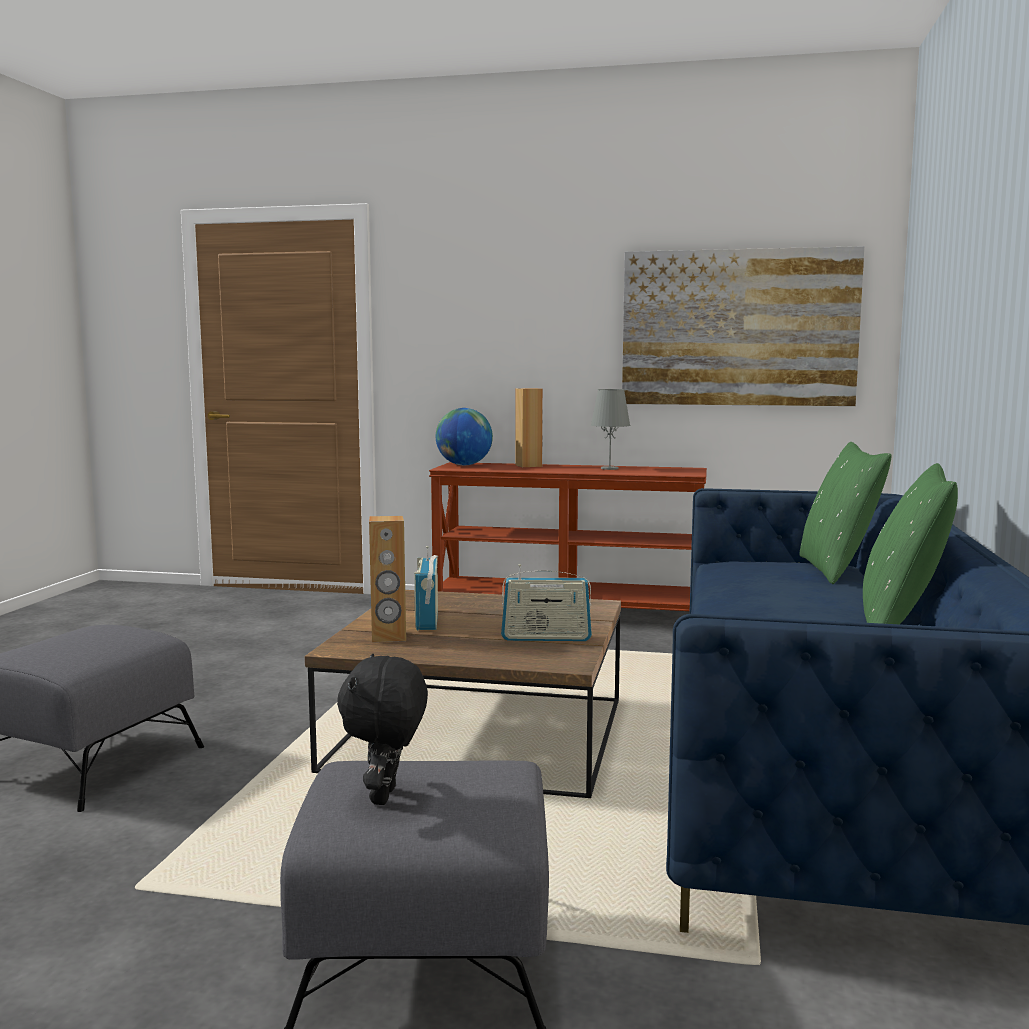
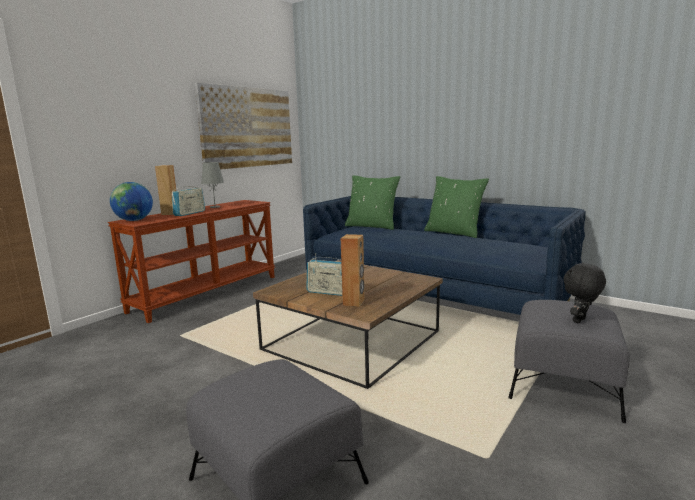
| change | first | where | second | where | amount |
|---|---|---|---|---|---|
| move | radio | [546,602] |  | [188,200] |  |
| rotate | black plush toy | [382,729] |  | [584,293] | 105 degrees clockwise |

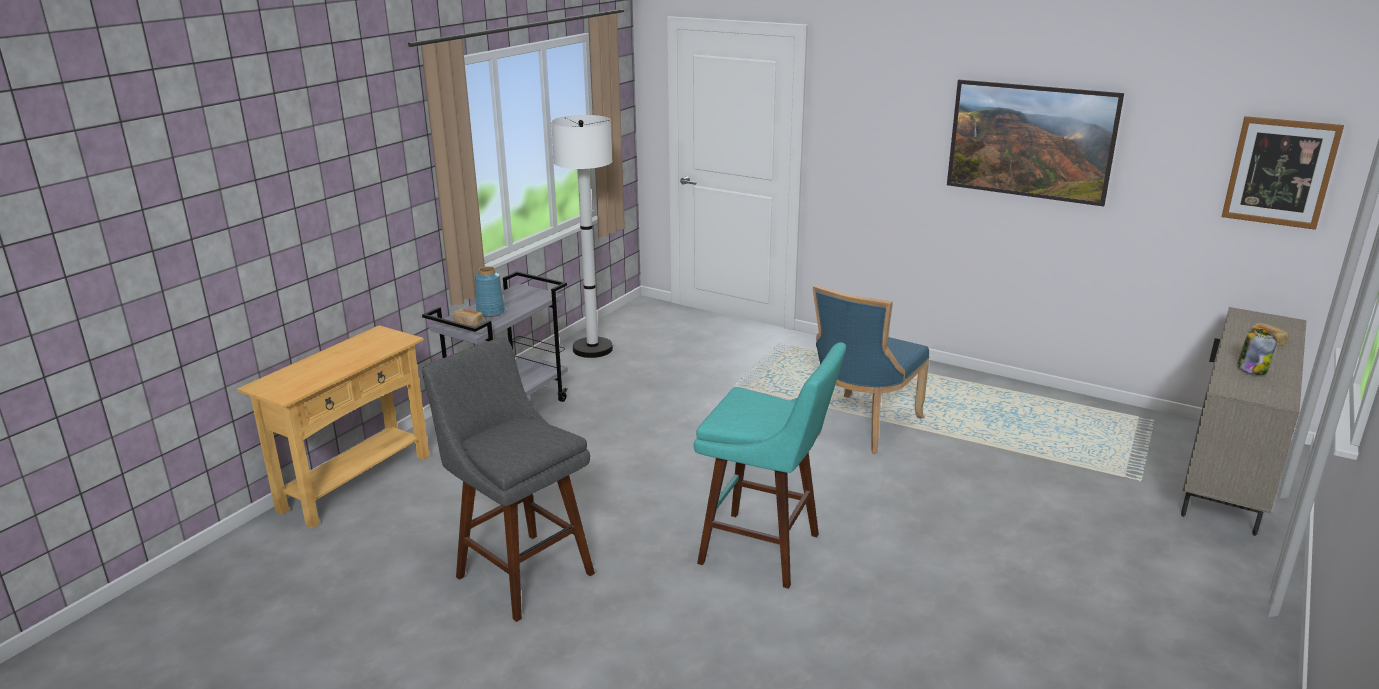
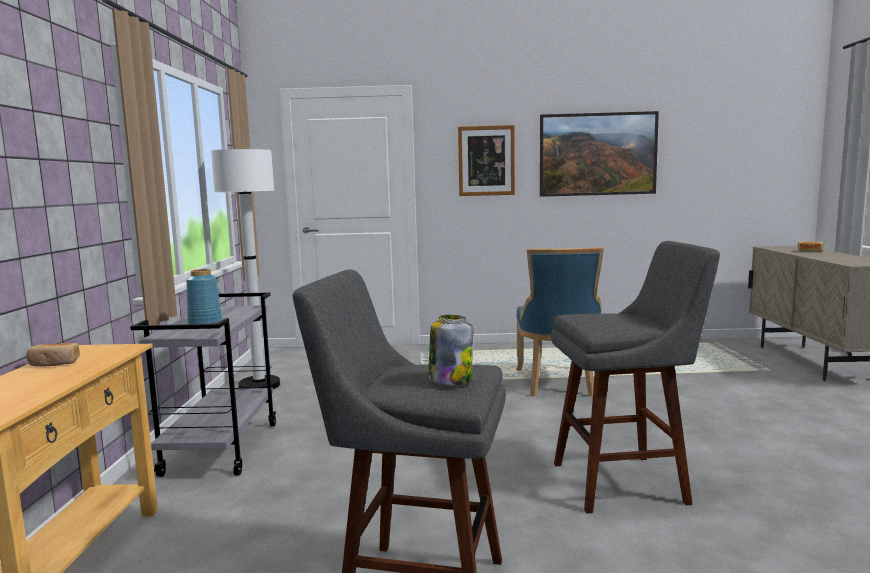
| change | first | where | second | where | amount |
|---|---|---|---|---|---|
| move | picture | [1283,173] |  | [486,160] |  |
| move | bread | [468,317] |  | [53,355] |  |
| move | jar | [1257,352] |  | [451,350] |  |
| recolor | turquoise stool | [770,465] | grey stool | [635,377] |  |

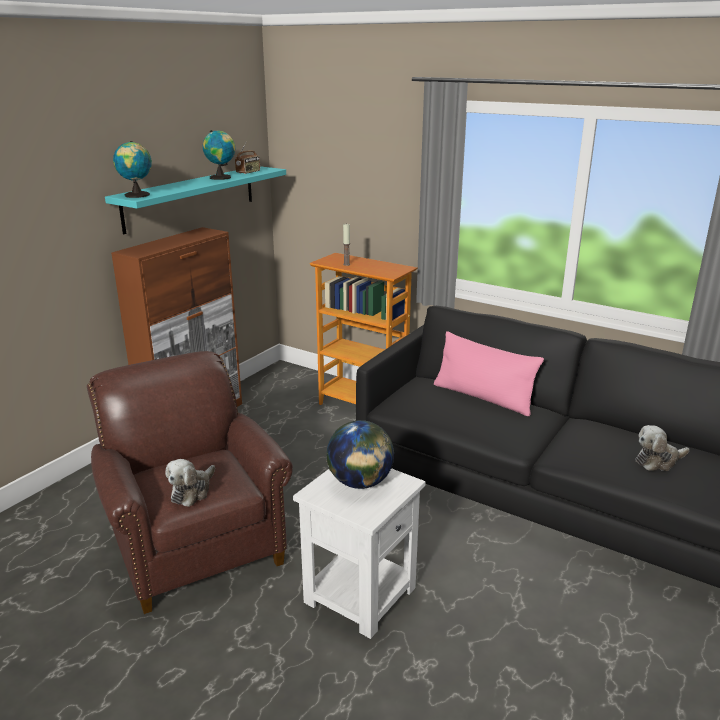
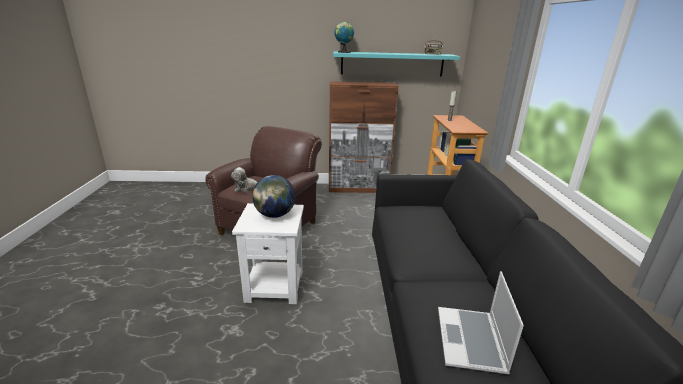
| change | first | where | second | where | amount |
|---|---|---|---|---|---|
| delete | globe | [219,155] |  |  |  |
| delete | pink pillow | [489,373] |  |  |  |
| replace | plush toy | [662,448] | laptop | [481,323] |  |

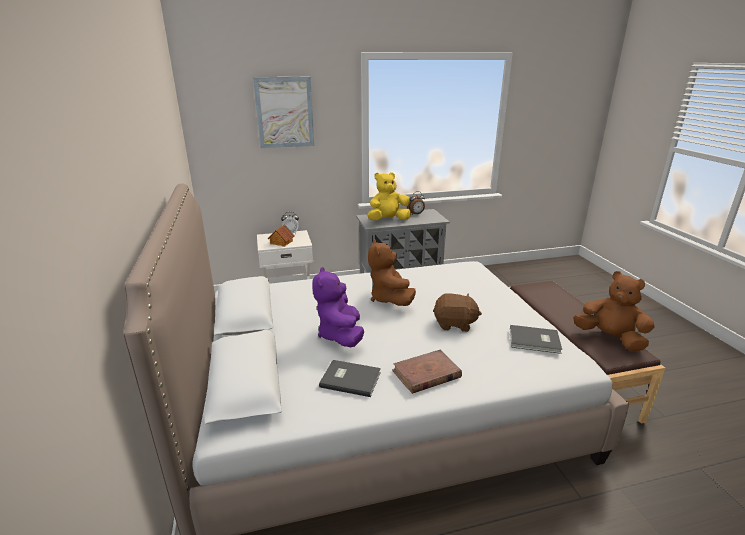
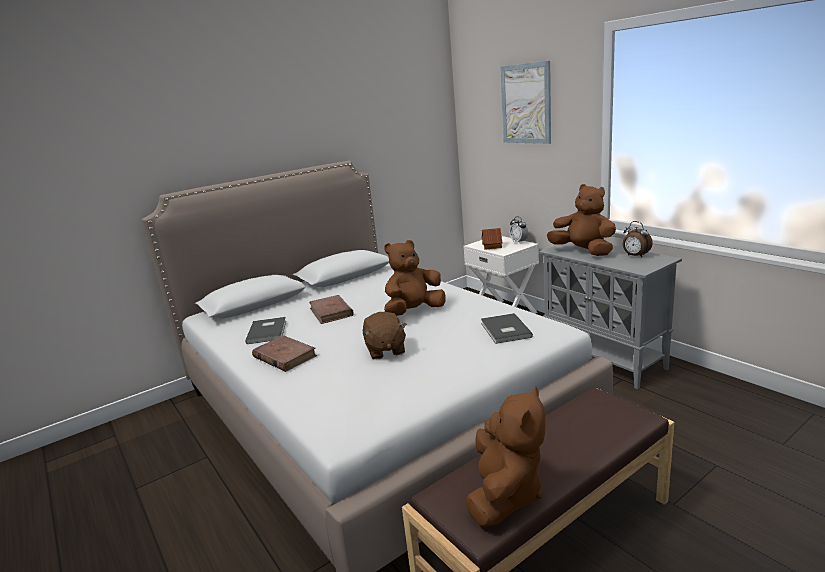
| change | first | where | second | where | amount |
|---|---|---|---|---|---|
| recolor | yellow plush toy | [389,196] | brown plush toy | [581,220] |  |
| replace | purple plush toy | [338,307] | brown book | [331,309] |  |
| move | grey book | [536,339] |  | [507,328] |  |

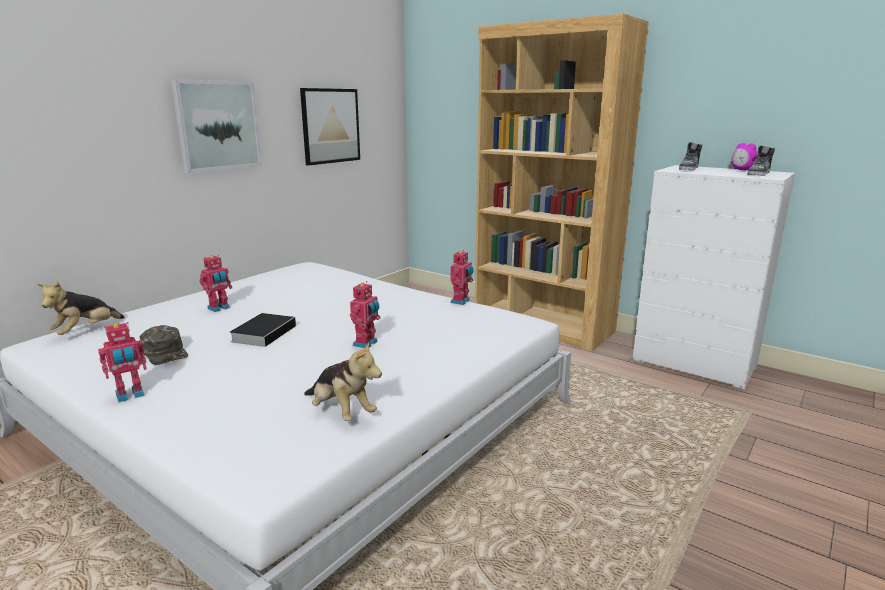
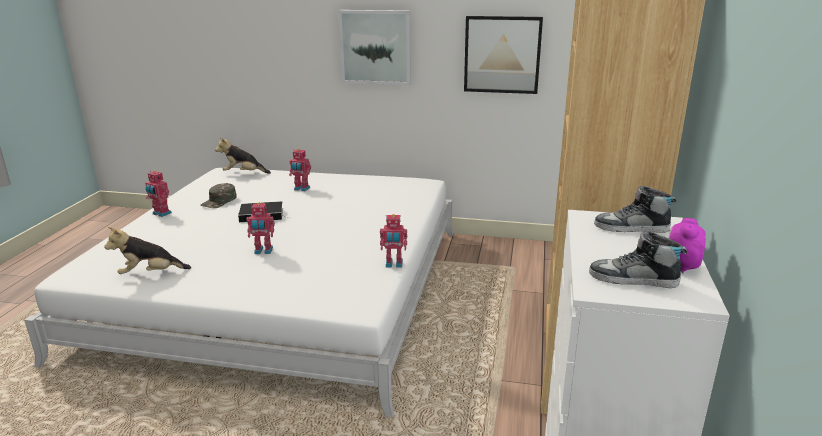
| change | first | where | second | where | amount |
|---|---|---|---|---|---|
| rotate | plush toy | [343,381] |  | [147,250] | 60 degrees clockwise |

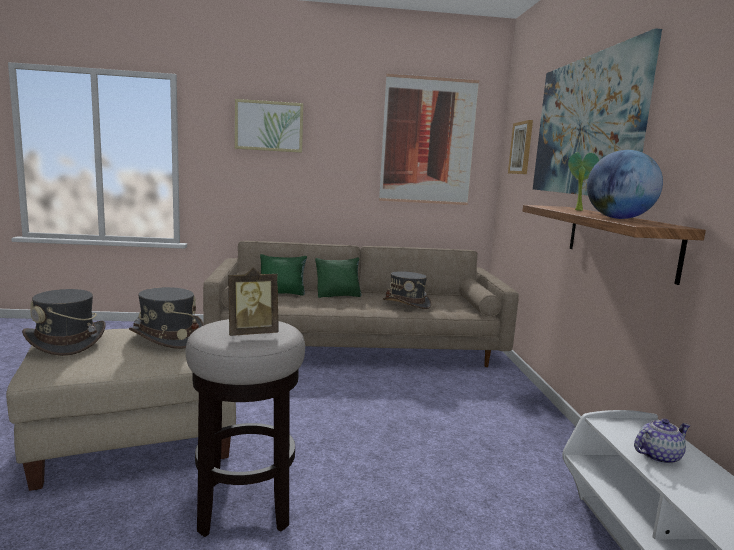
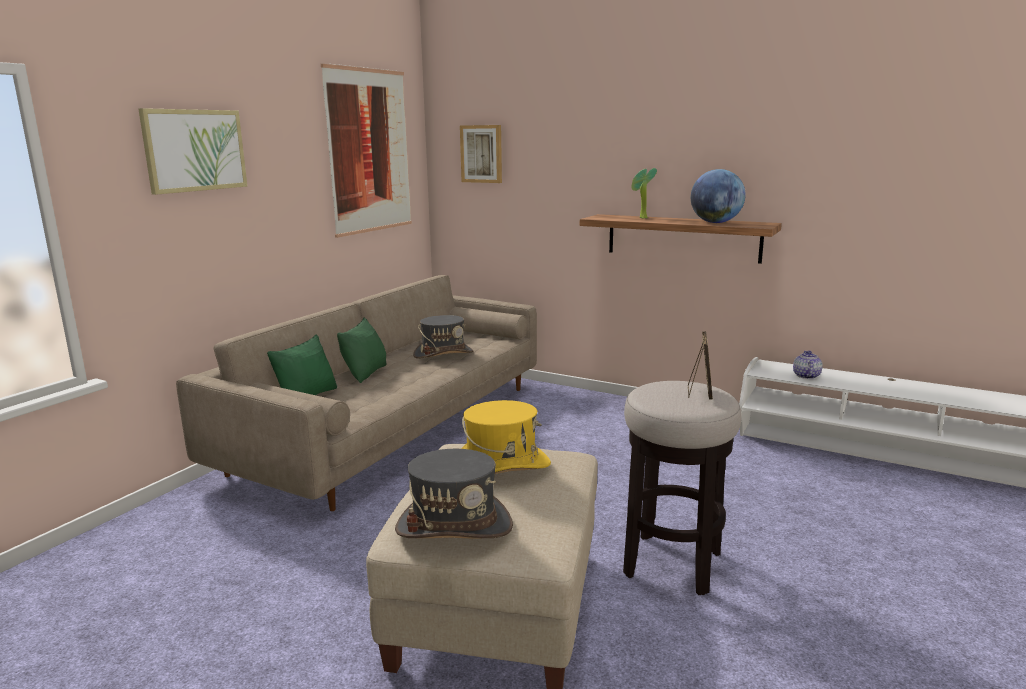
| change | first | where | second | where | amount |
|---|---|---|---|---|---|
| delete | picture | [597,112] |  |  |  |
| recolor | grey hat | [166,318] | yellow hat | [506,437] |  |

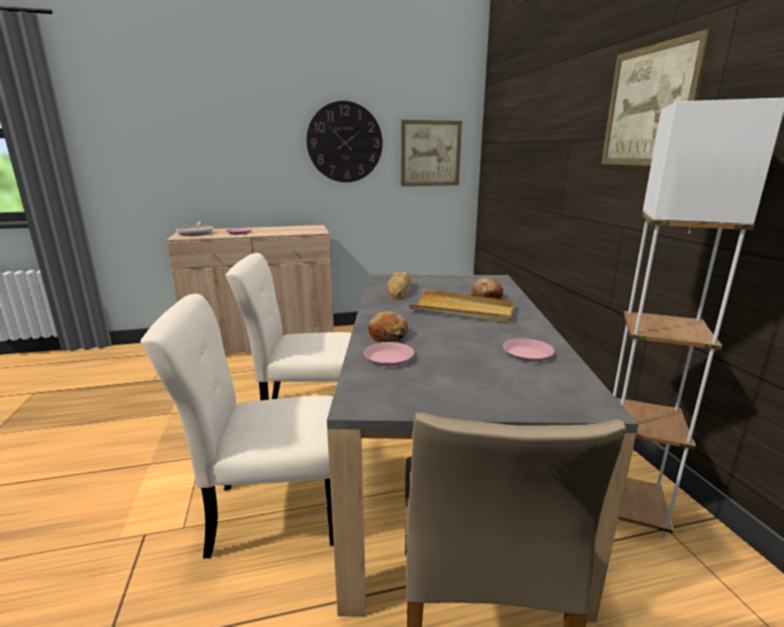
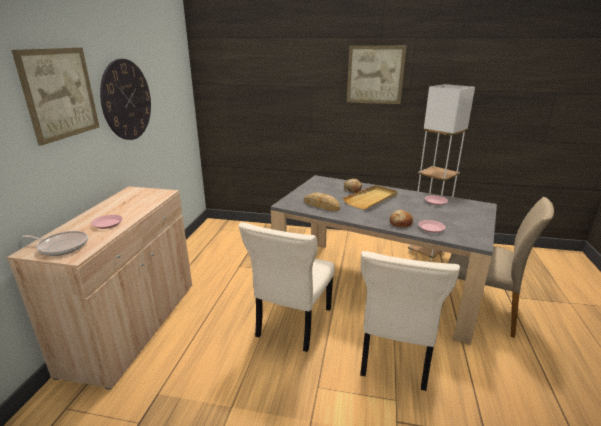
| change | first | where | second | where | amount |
|---|---|---|---|---|---|
| move | picture | [431,153] |  | [55,96] |  |

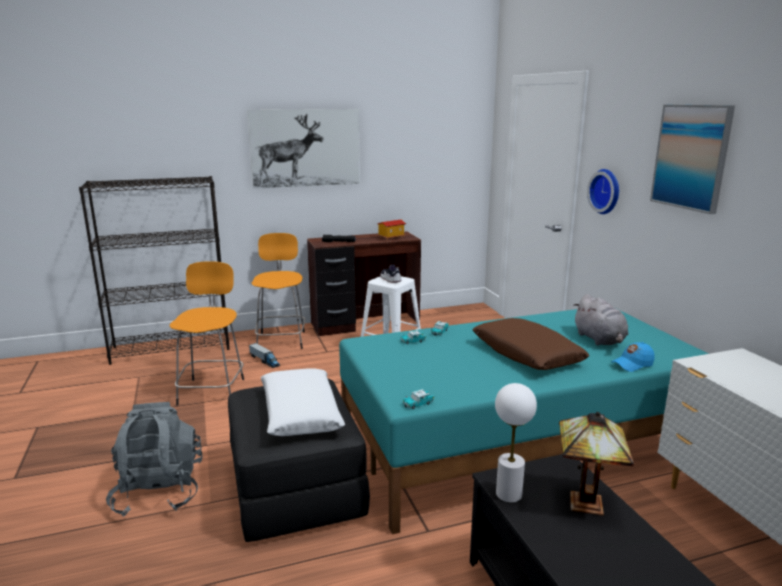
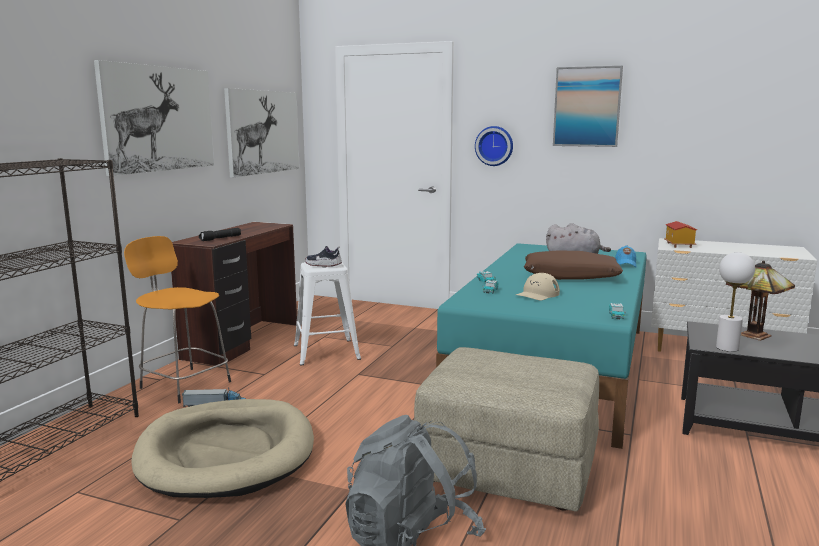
| change | first | where | second | where | amount |
|---|---|---|---|---|---|
| move | toy house | [391,230] |  | [680,234] |  |
| replace | orange stool | [207,333] | beige dog bed | [222,448] |  |
| delete | white pillow | [303,402] |  |  |  |
| recolor | black ottoman | [299,460] | beige ottoman | [506,429] |  |
| insert |  |  | picture | [261,133] |  |
| insert |  |  | beige cap | [538,287] |  |

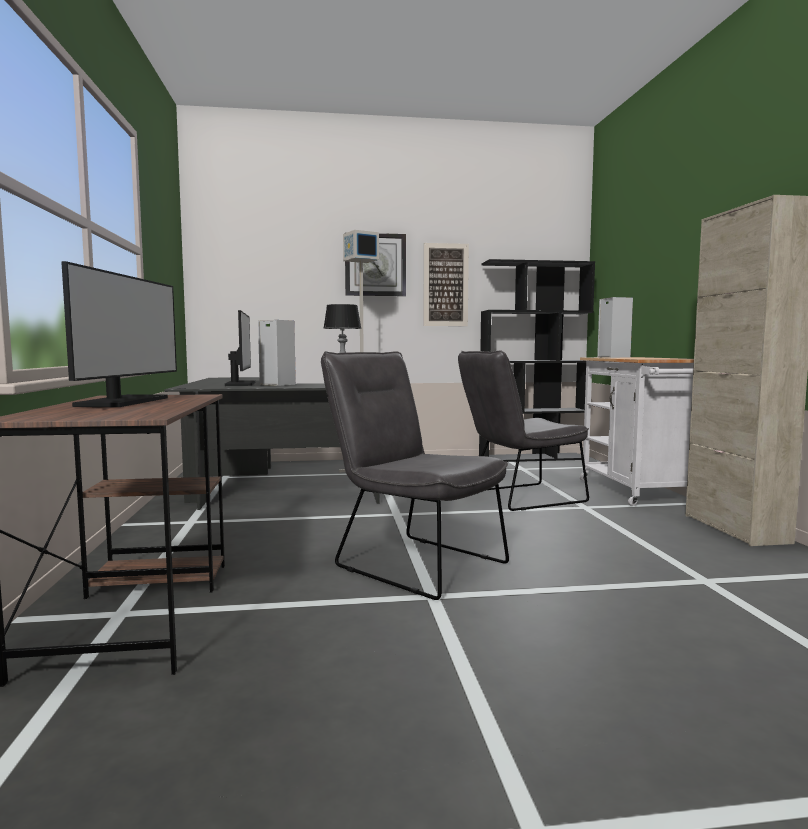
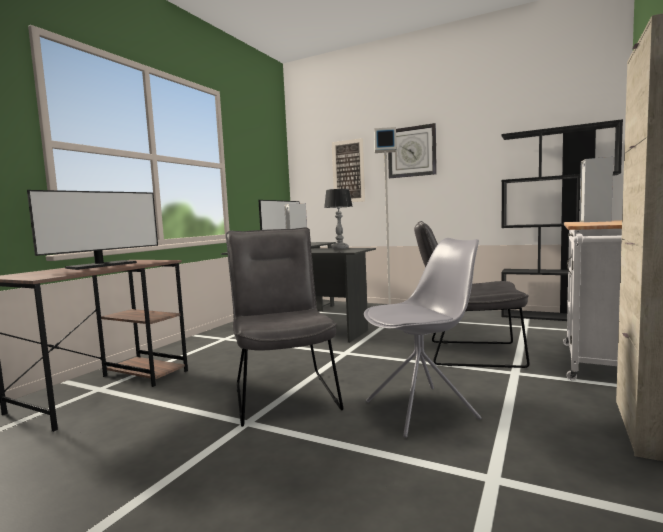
| change | first | where | second | where | amount |
|---|---|---|---|---|---|
| move | picture | [446,284] |  | [348,170] |  |
| insert |  |  | grey chair | [423,338] |  |

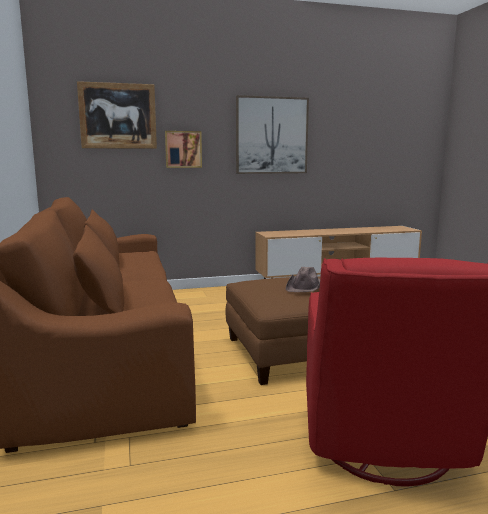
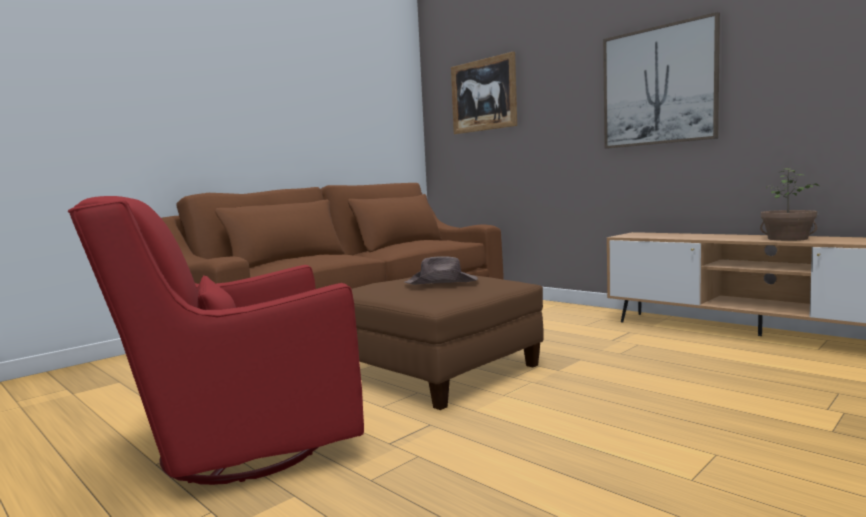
| change | first | where | second | where | amount |
|---|---|---|---|---|---|
| delete | picture | [183,149] |  |  |  |
| insert |  |  | potted plant | [789,204] |  |

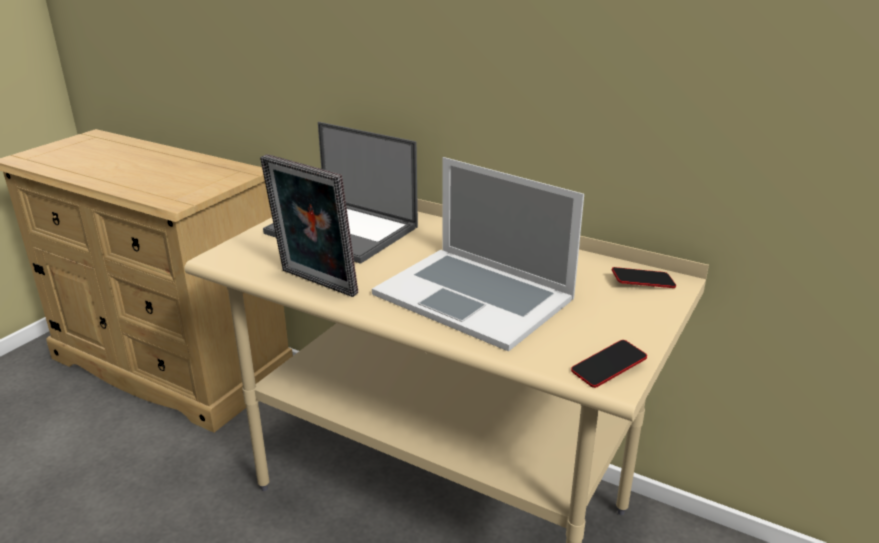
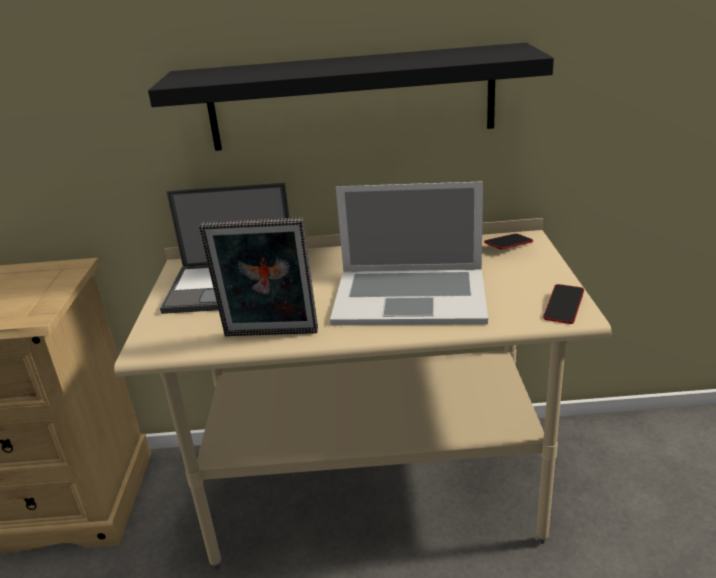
| change | first | where | second | where | amount |
|---|---|---|---|---|---|
| insert |  |  | black shelf | [351,97] |  |

